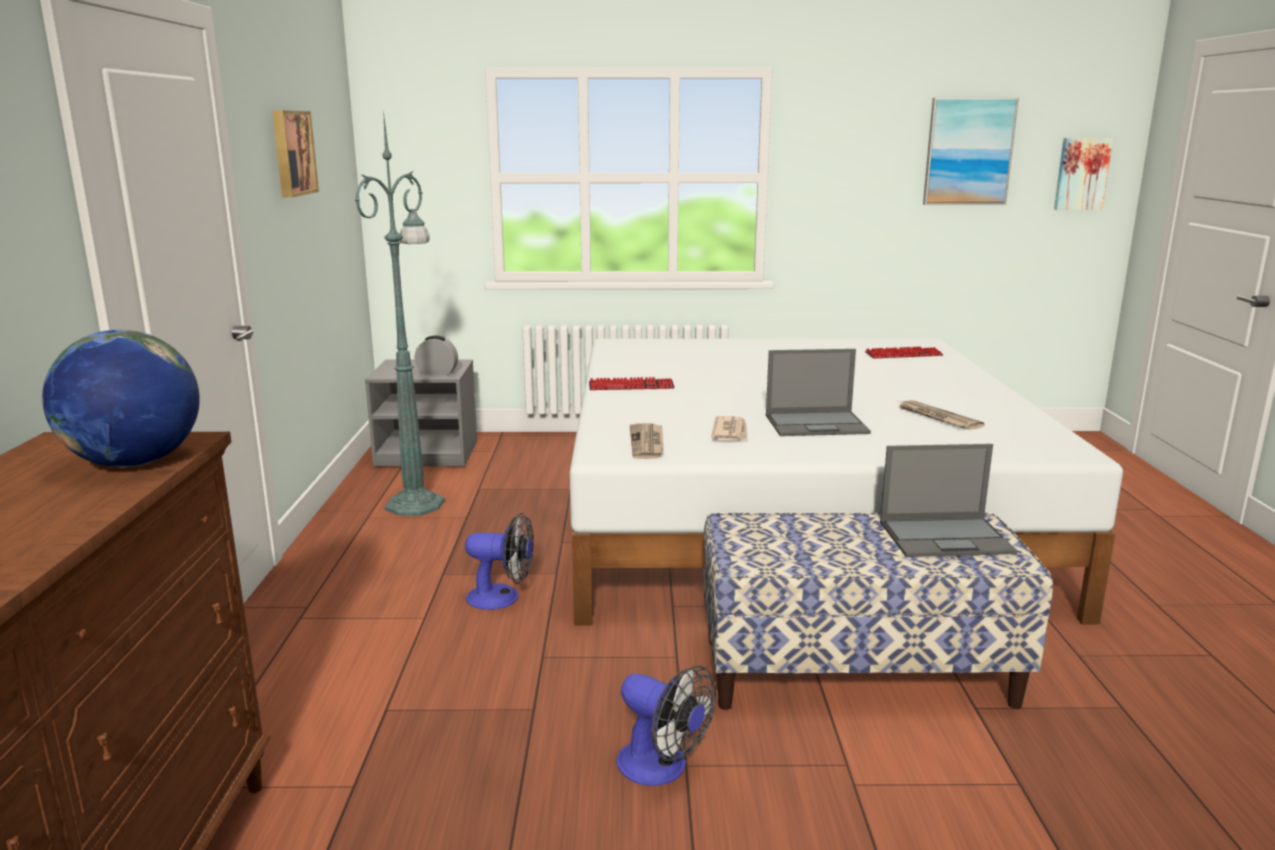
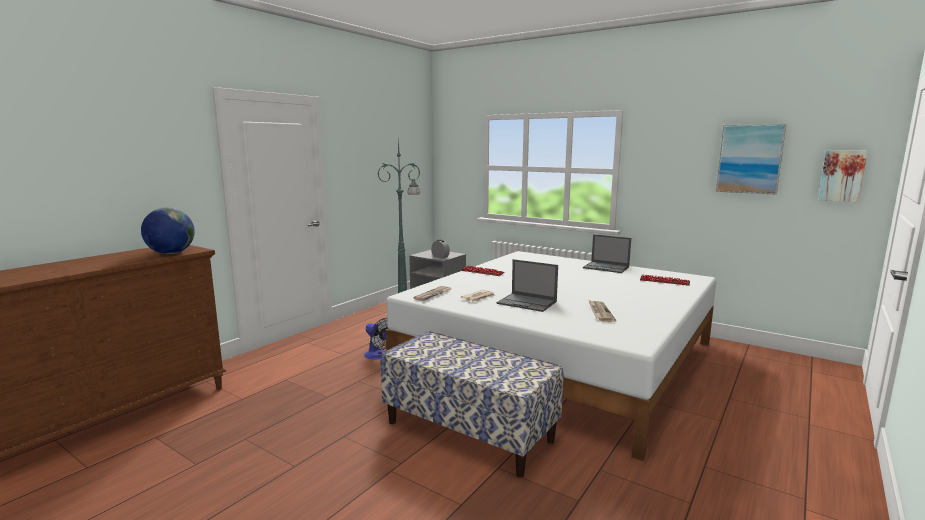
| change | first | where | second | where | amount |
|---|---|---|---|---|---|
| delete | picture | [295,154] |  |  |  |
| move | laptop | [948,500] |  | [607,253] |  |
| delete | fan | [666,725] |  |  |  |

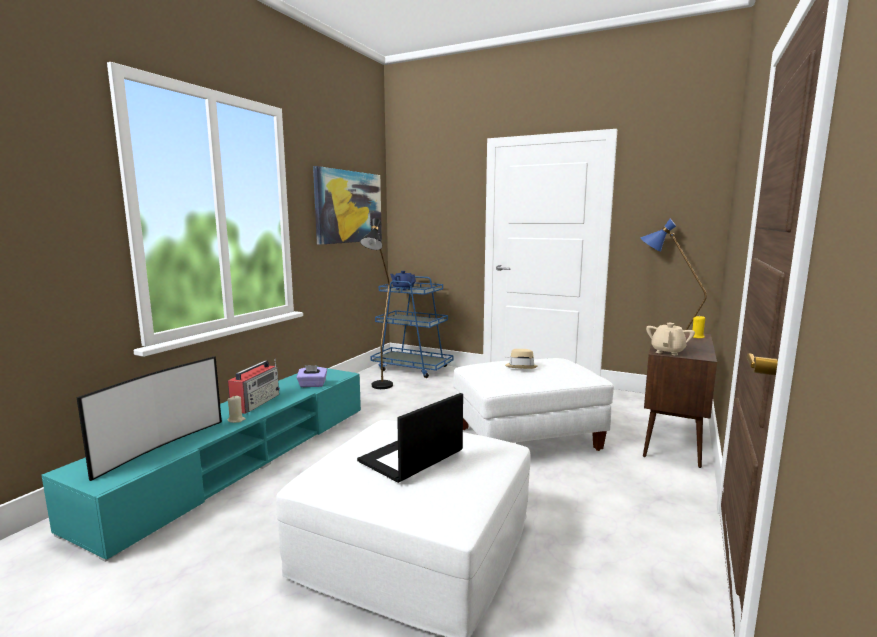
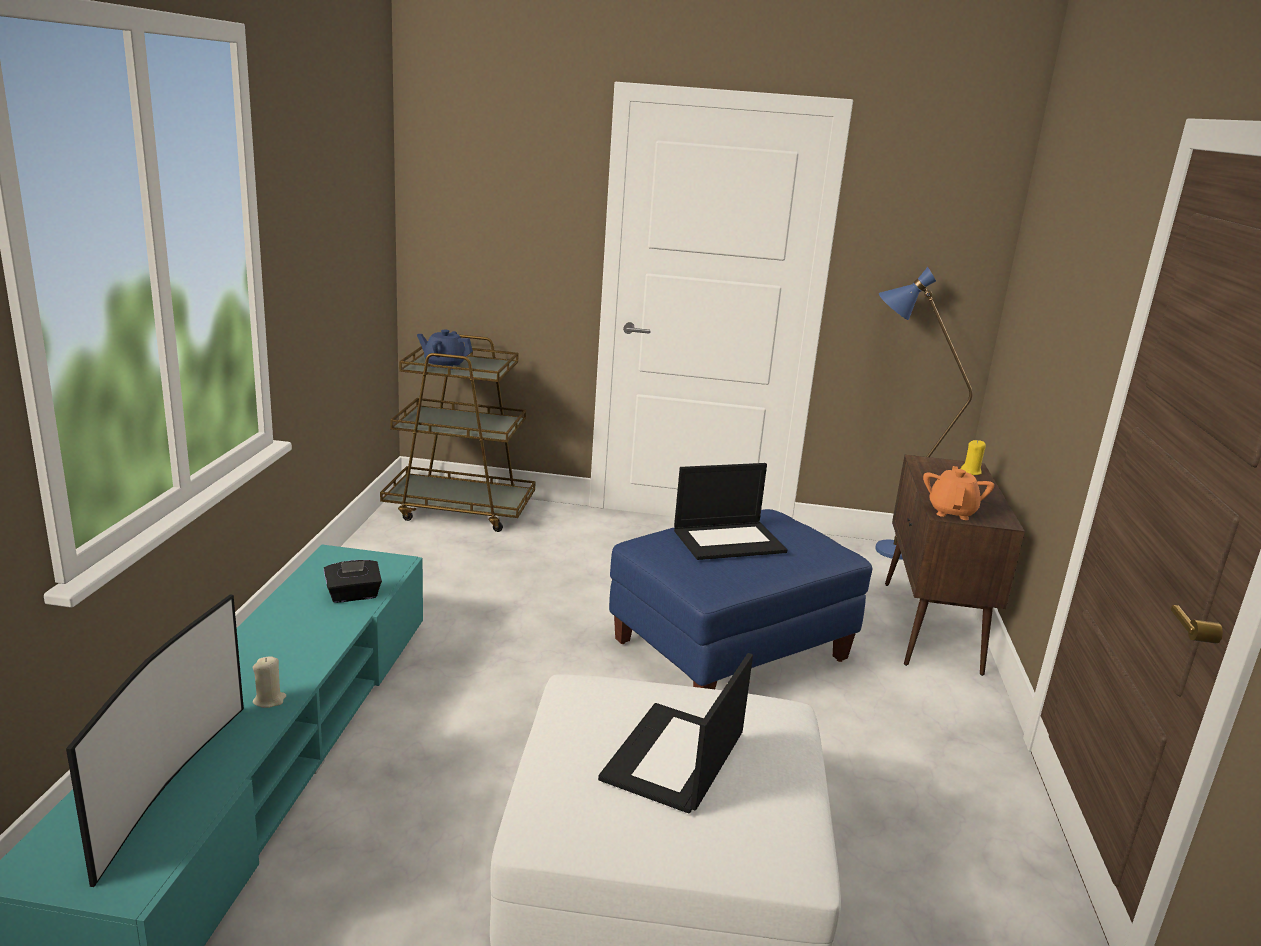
| change | first | where | second | where | amount |
|---|---|---|---|---|---|
| delete | picture | [347,205] |  |  |  |
| delete | black floor lamp | [376,303] |  |  |  |
| recolor | blue cart | [412,327] | brown cart | [458,433] |  |
| recolor | beige teapot | [670,339] | orange teapot | [958,493] |  |
| replace | beige hat | [521,359] | laptop | [730,511] |  |
| recolor | white ottoman | [533,404] | blue ottoman | [740,599] |  |
| delete | radio | [254,386] |  |  |  |
| recolor | purple tissue box | [312,376] | black tissue box | [353,581] |  |

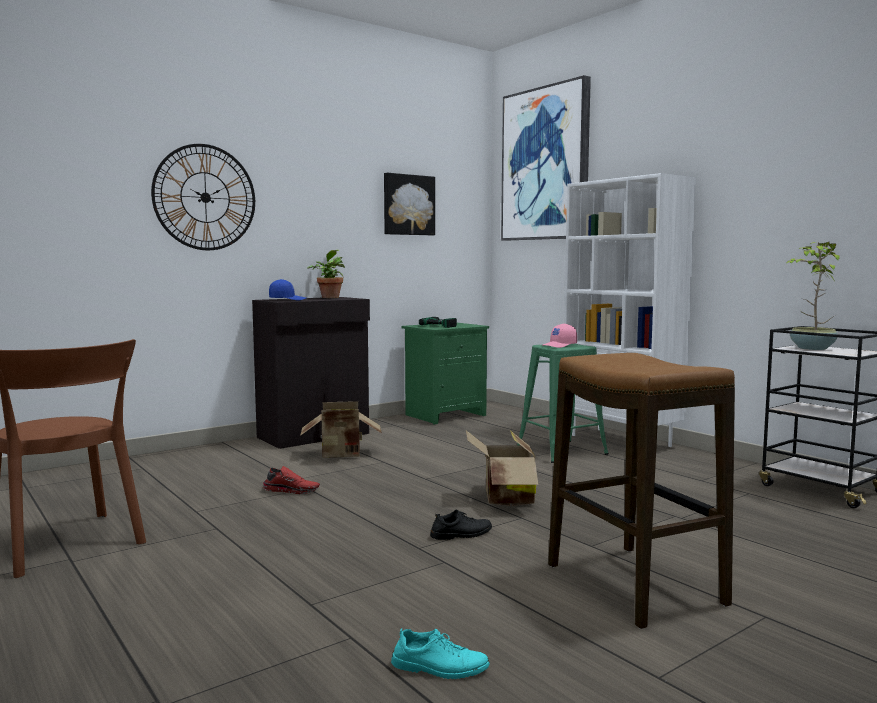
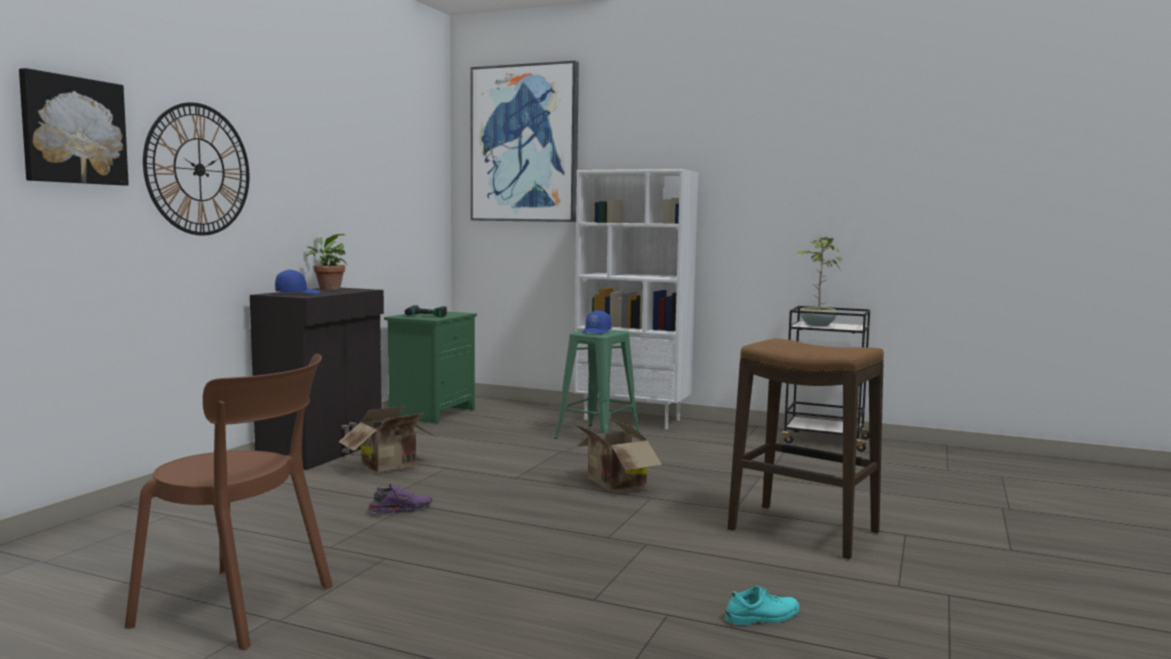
| change | first | where | second | where | amount |
|---|---|---|---|---|---|
| move | picture | [409,204] |  | [74,127] |  |
| recolor | pink cap | [559,335] | blue cap | [596,322] |  |
| recolor | red shoe | [291,480] | purple shoe | [400,499] |  |
| delete | black shoe | [461,525] |  |  |  |

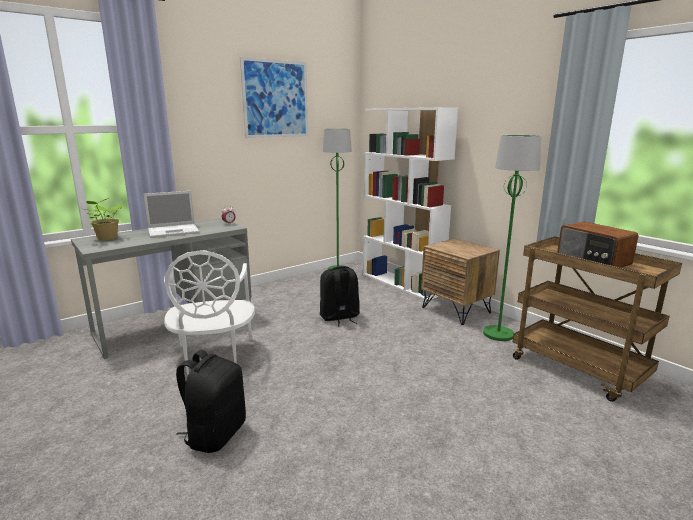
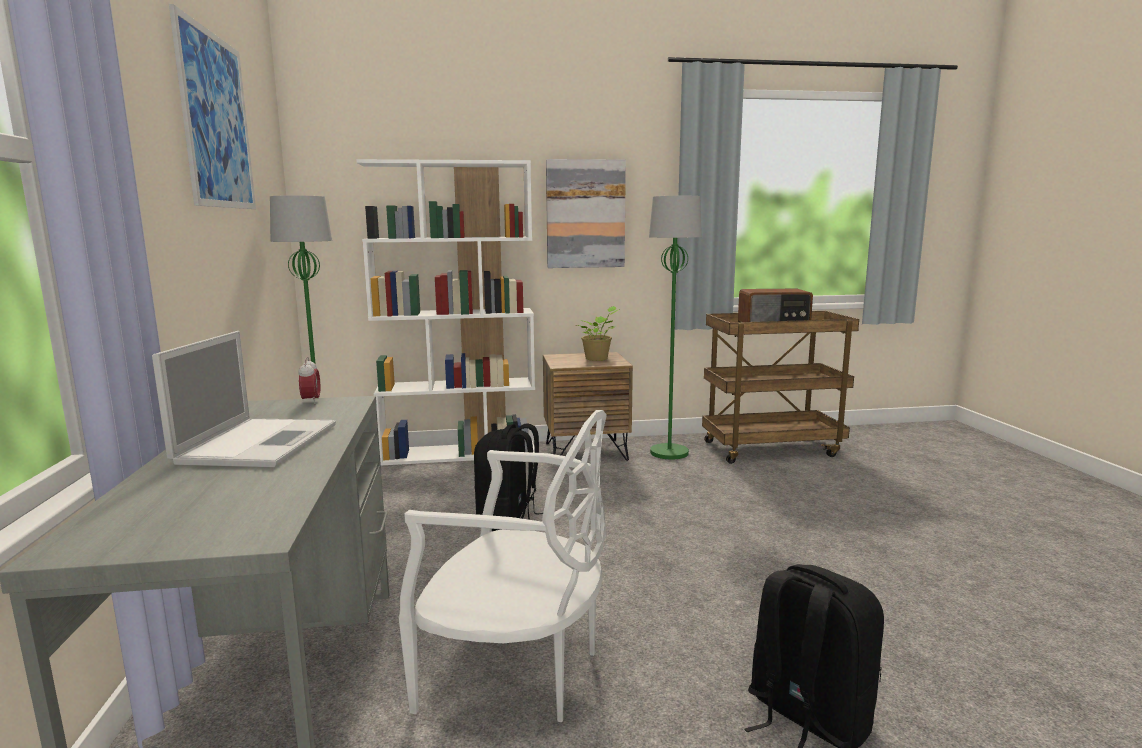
| change | first | where | second | where | amount |
|---|---|---|---|---|---|
| move | potted plant | [104,219] |  | [598,333] |  |
| insert |  |  | picture | [586,213] |  |

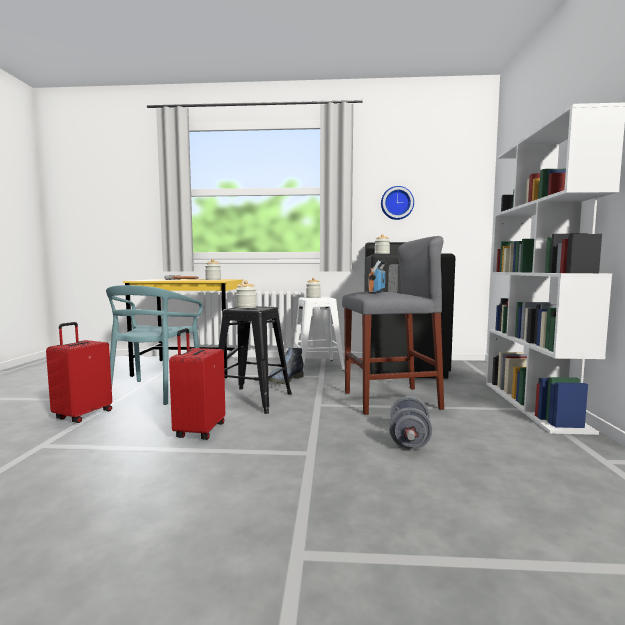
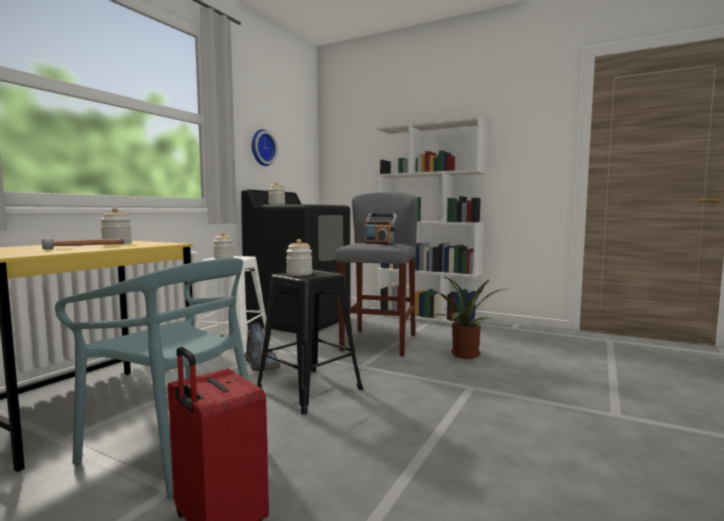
| change | first | where | second | where | amount |
|---|---|---|---|---|---|
| delete | red suitcase | [197,384] |  |  |  |
| replace | grey dumbbell | [410,422] | potted plant | [469,316] |  |

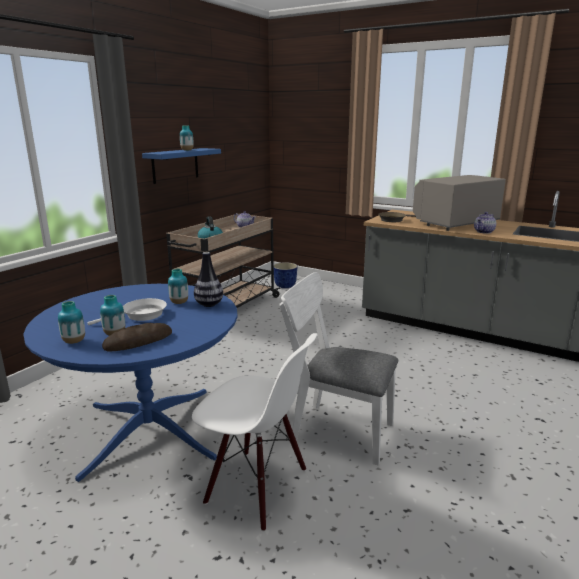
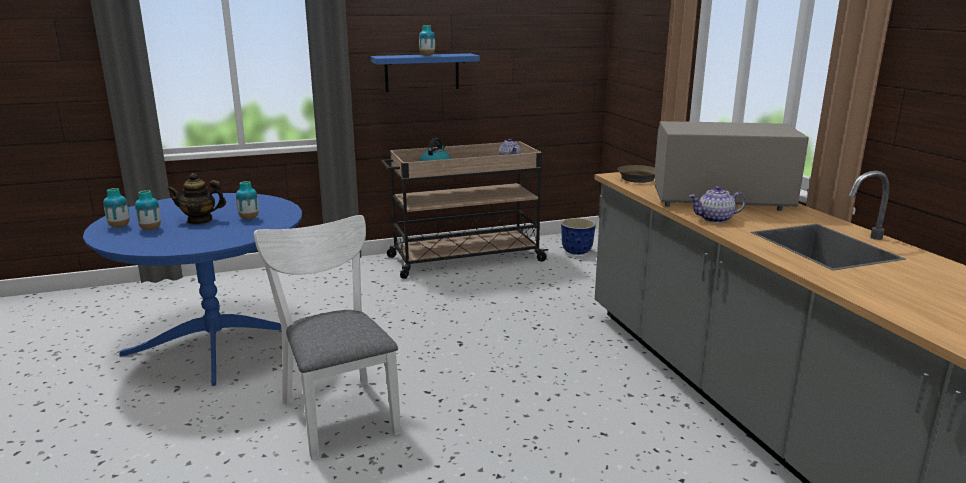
| change | first | where | second | where | amount |
|---|---|---|---|---|---|
| delete | vase | [208,279] |  |  |  |
| replace | white frying pan | [127,311] | teapot | [196,198] |  |
| delete | bread | [137,337] |  |  |  |
| delete | white chair | [254,432] |  |  |  |

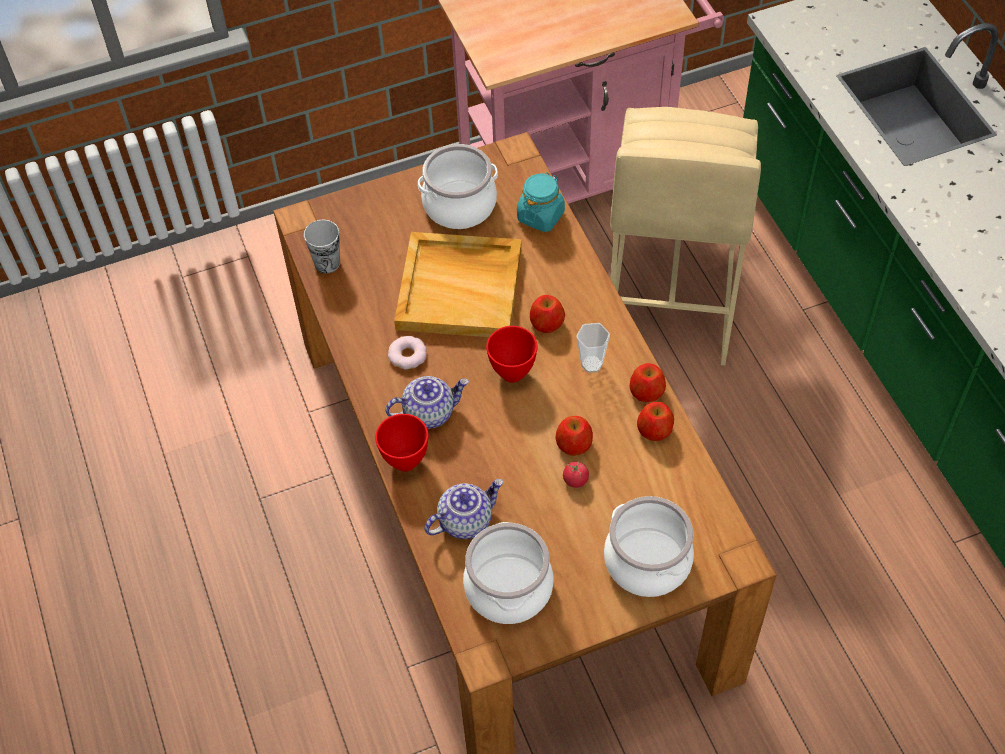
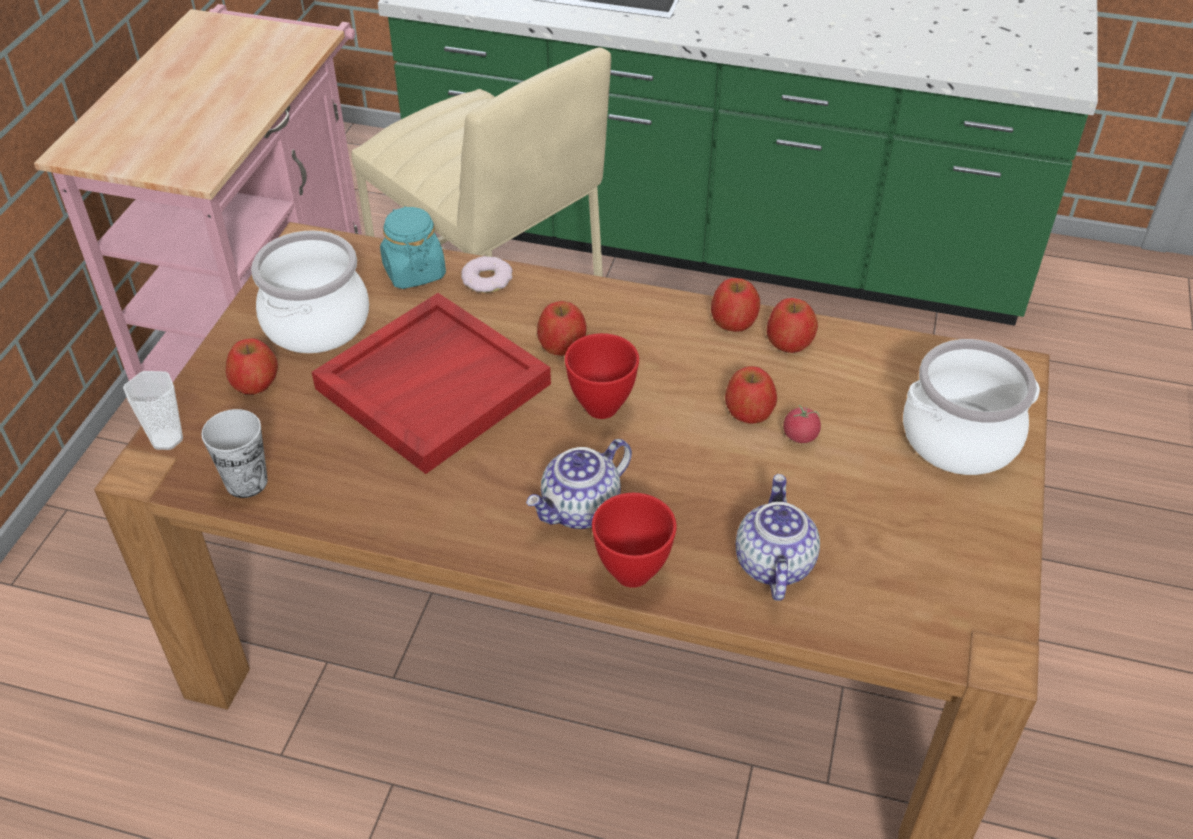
| change | first | where | second | where | amount |
|---|---|---|---|---|---|
| recolor | beige tray | [458,284] | red tray | [431,383] |  |
| move | cup | [593,348] |  | [153,410] |  |
| move | donut | [407,353] |  | [486,274] |  |
| rotate | teapot | [427,402] |  | [579,484] | 150 degrees counterclockwise |
| delete | cooking pot | [508,573] |  |  |  |
| insert |  |  | apple | [252,366] |  |

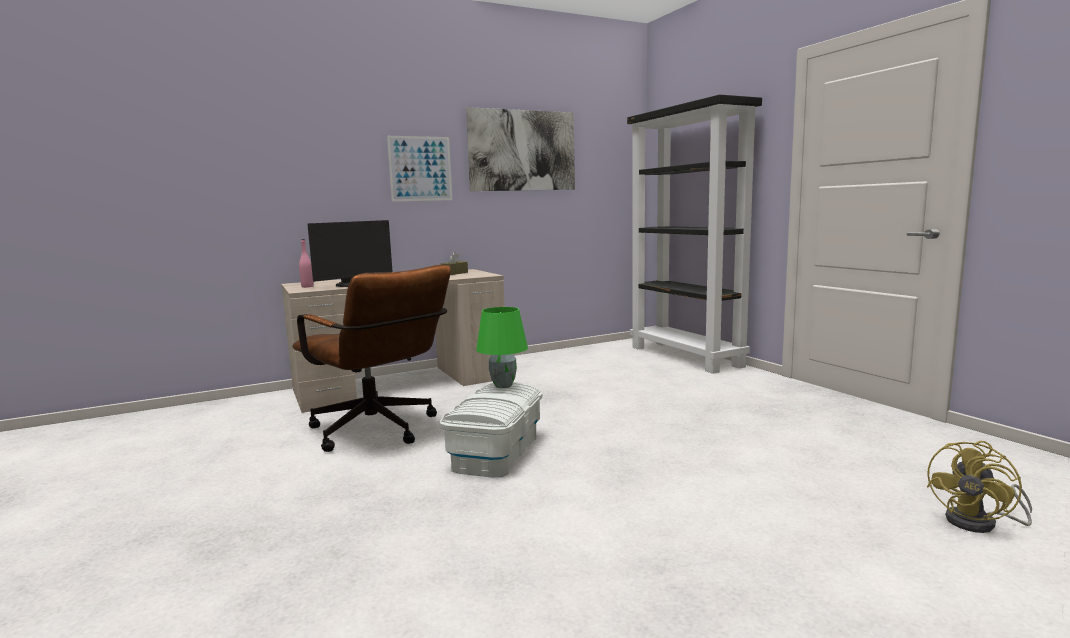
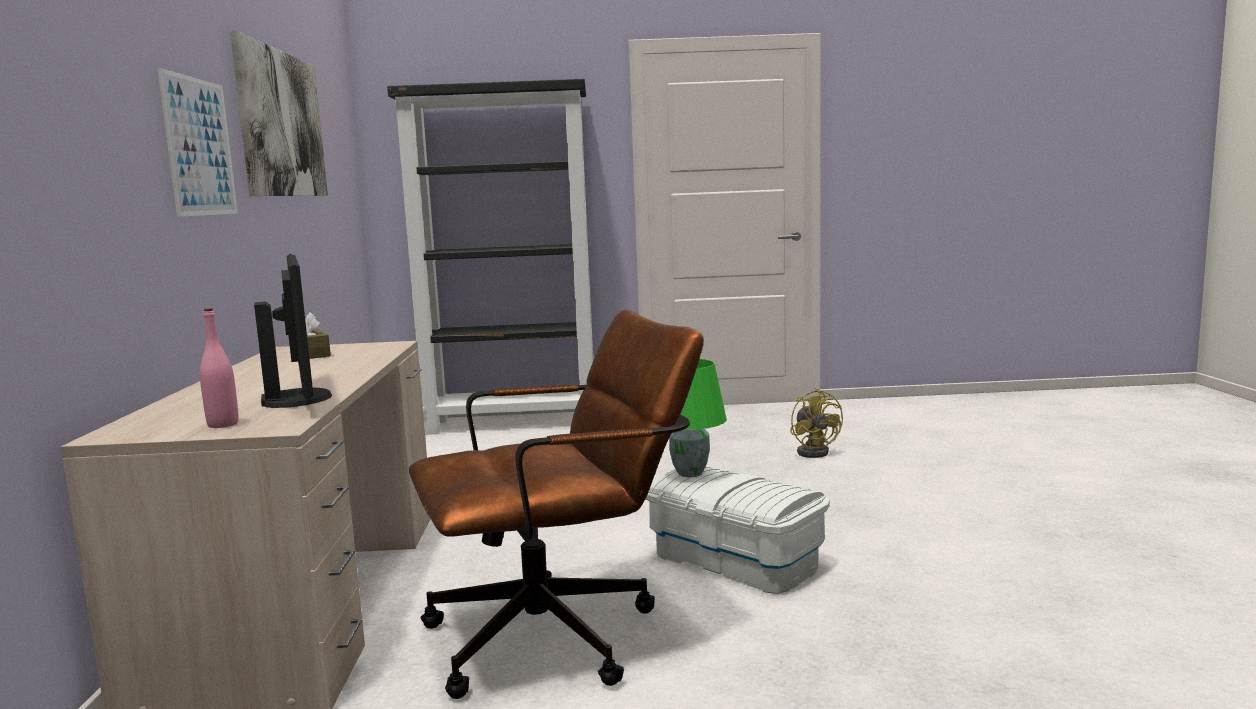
| change | first | where | second | where | amount |
|---|---|---|---|---|---|
| move | yellow fan | [979,487] |  | [816,423] |  |

